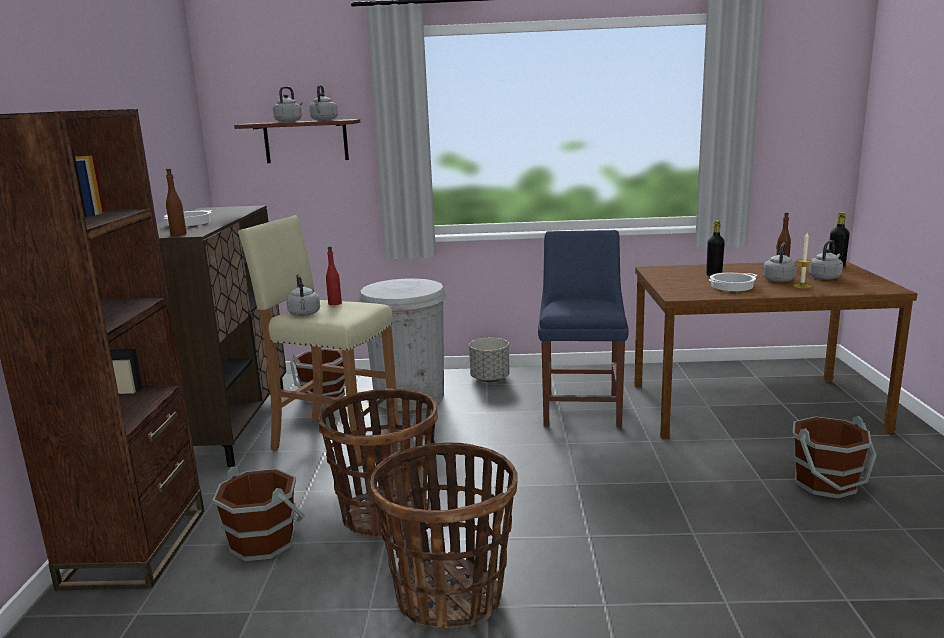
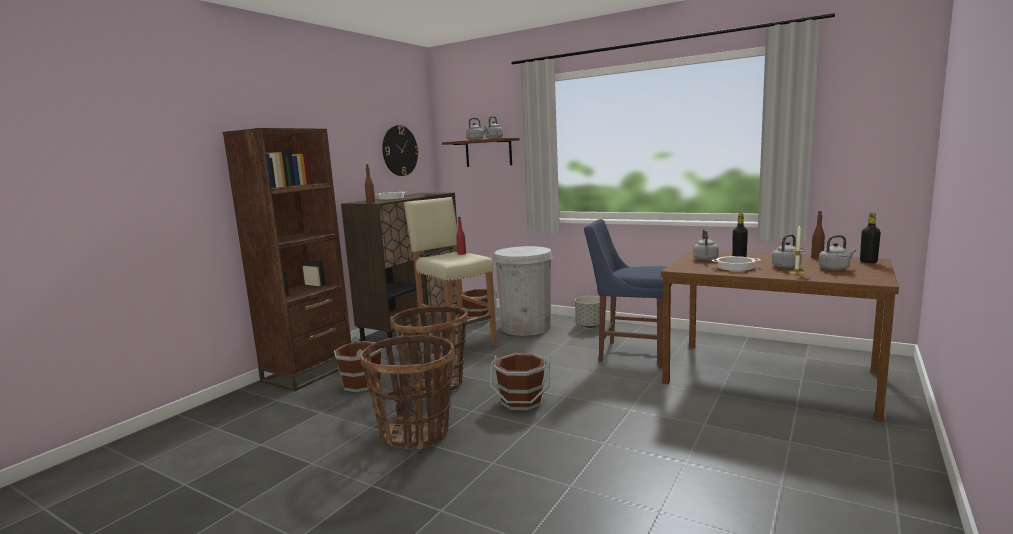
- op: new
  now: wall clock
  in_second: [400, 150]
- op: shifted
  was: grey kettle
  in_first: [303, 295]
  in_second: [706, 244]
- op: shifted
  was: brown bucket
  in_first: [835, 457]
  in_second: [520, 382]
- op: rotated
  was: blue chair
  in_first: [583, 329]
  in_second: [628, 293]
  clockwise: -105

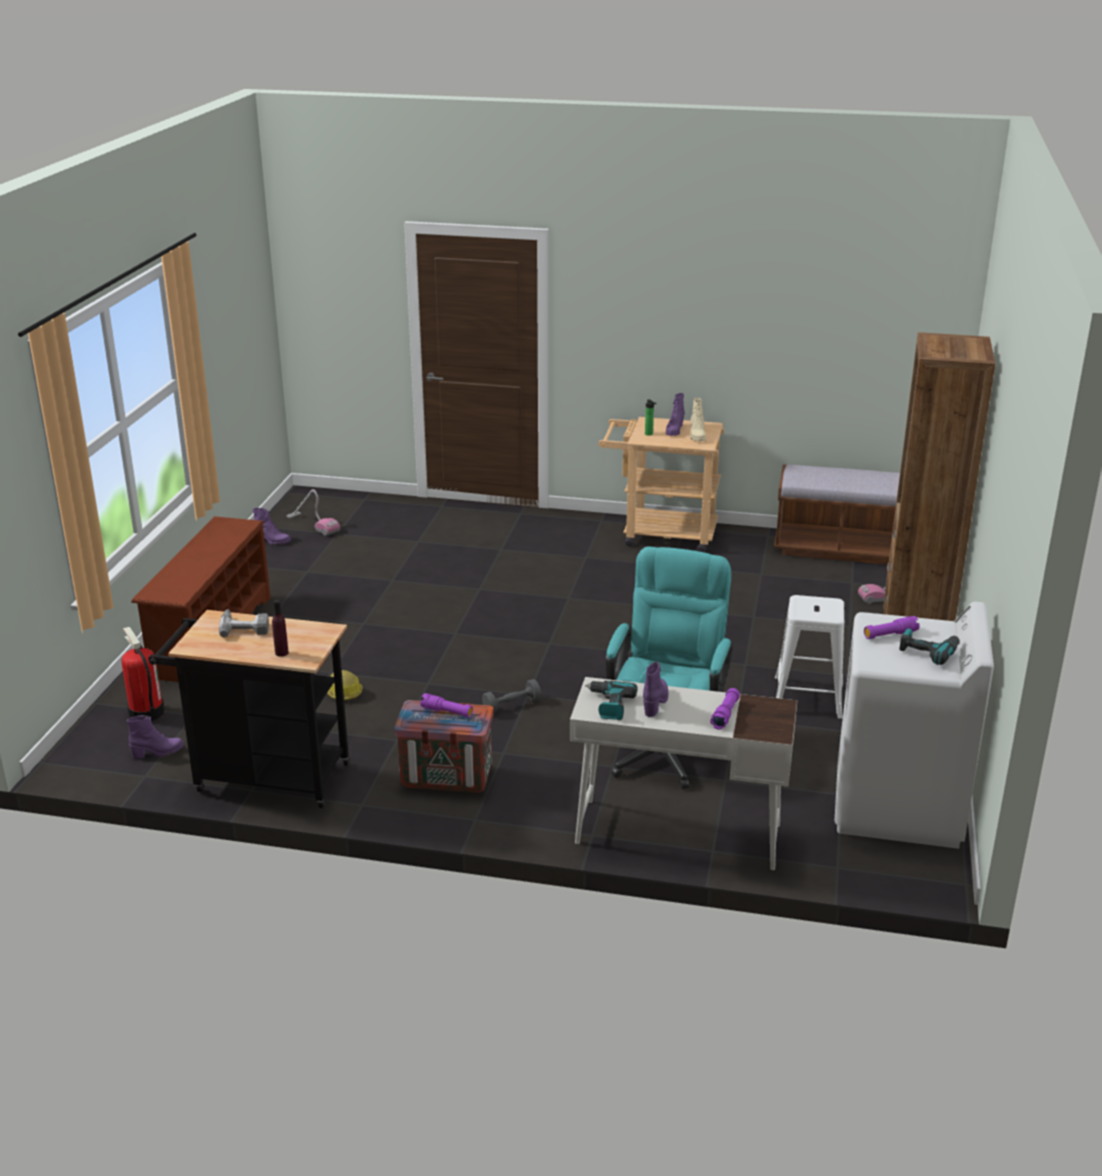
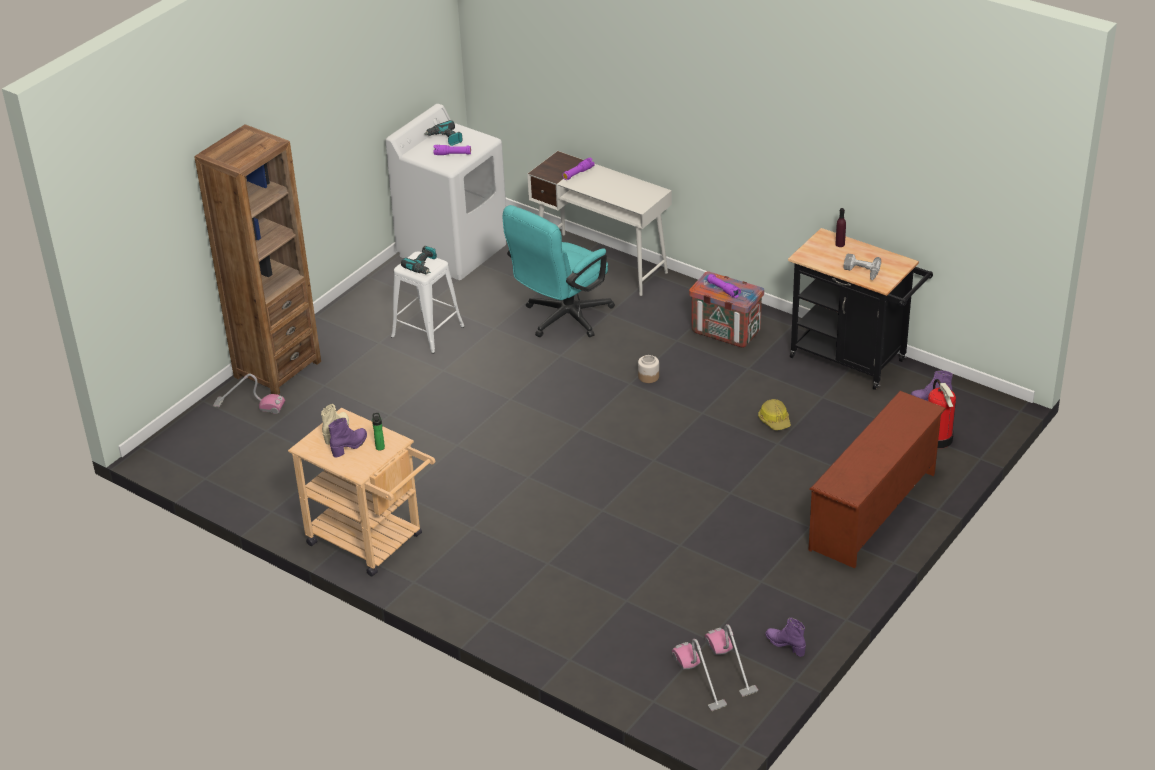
- op: gone
  was: purple boot
  in_first: [655, 689]
- op: gone
  was: brown bench
  in_first: [837, 515]
- op: new
  now: vacuum cleaner
  in_second: [699, 675]
- op: shifted
  was: power drill
  in_first: [611, 700]
  in_second: [419, 260]
- op: swapped
  was: grey dumbbell
  now: jar
  in_first: [511, 696]
  in_second: [648, 369]

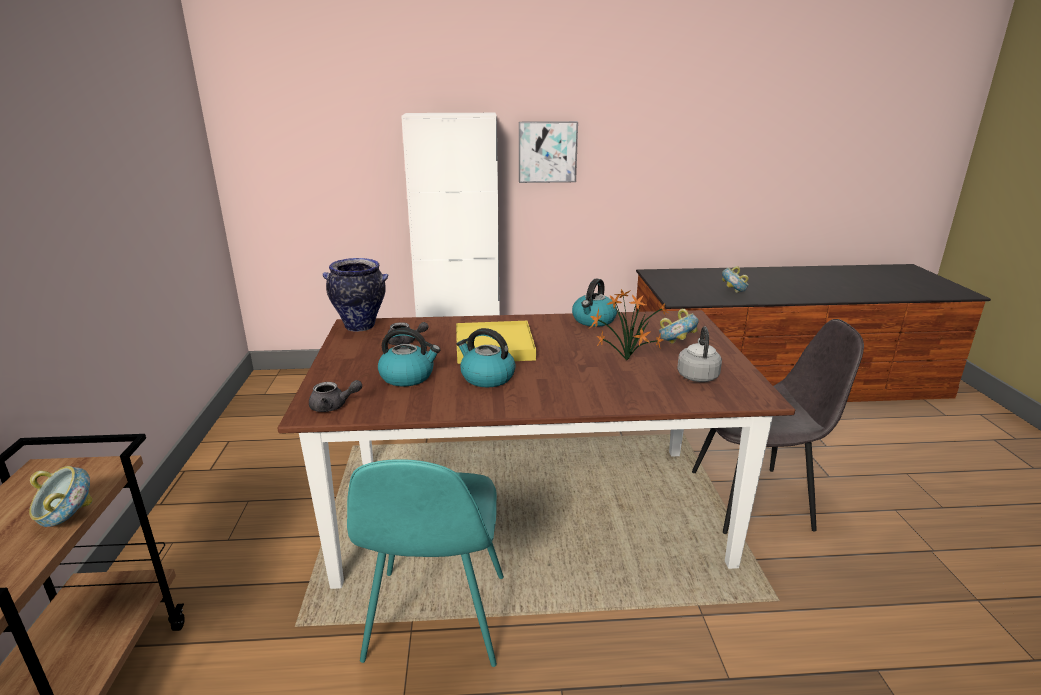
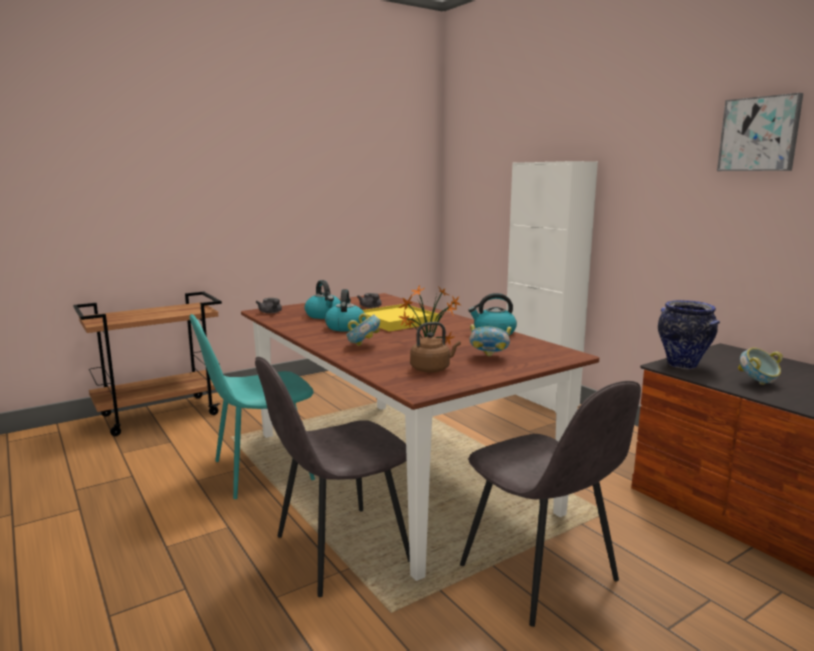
- op: new
  now: grey chair
  in_second: [332, 477]
- op: shifted
  was: bowl
  in_first: [61, 496]
  in_second: [363, 329]
- op: shifted
  was: vase
  in_first: [355, 295]
  in_second: [689, 334]
- op: shifted
  was: picture
  in_first: [548, 152]
  in_second: [760, 132]
- op: repainted
  was: grey kettle
  now: brown kettle
  in_first: [699, 354]
  in_second: [435, 347]

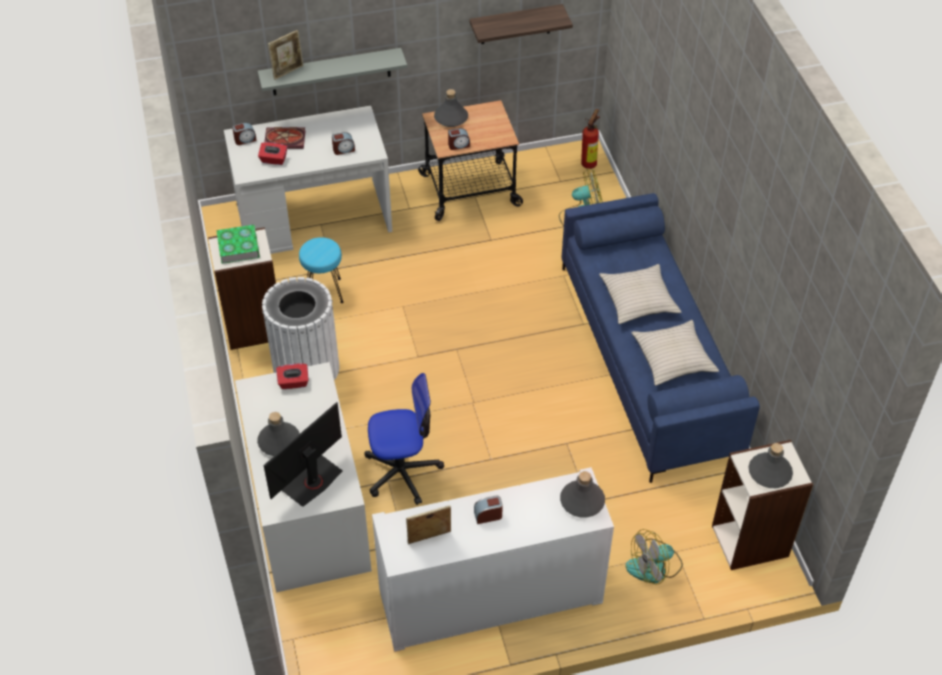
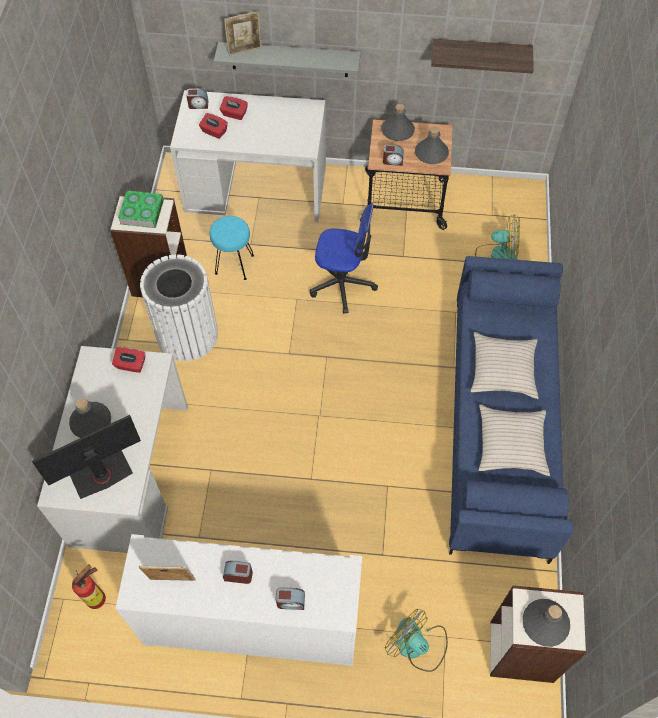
- op: shifted
  was: alarm clock
  in_first: [343, 143]
  in_second: [290, 598]
- op: shifted
  was: office chair
  in_first: [404, 439]
  in_second: [344, 259]
- op: shifted
  was: grey bottle
  in_first: [582, 494]
  in_second: [432, 145]
- op: shifted
  was: fire extinguisher
  in_first: [590, 139]
  in_second: [89, 586]
- op: swapped
  was: book
  now: red tissue box
  in_first: [285, 138]
  in_second: [233, 108]
- op: rotated
  was: fan
  in_first: [654, 557]
  in_second: [416, 640]
  clockwise: 45

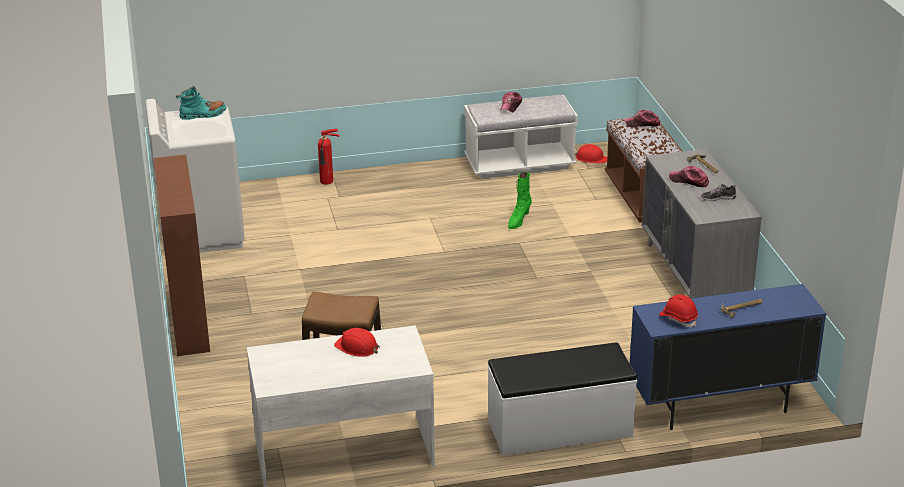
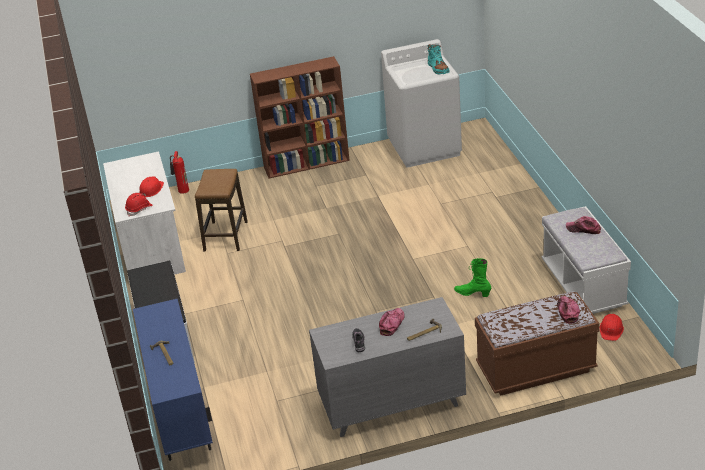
- op: shifted
  was: fire extinguisher
  in_first: [328, 157]
  in_second: [179, 172]
- op: shifted
  was: red hard hat
  in_first: [678, 310]
  in_second: [139, 205]

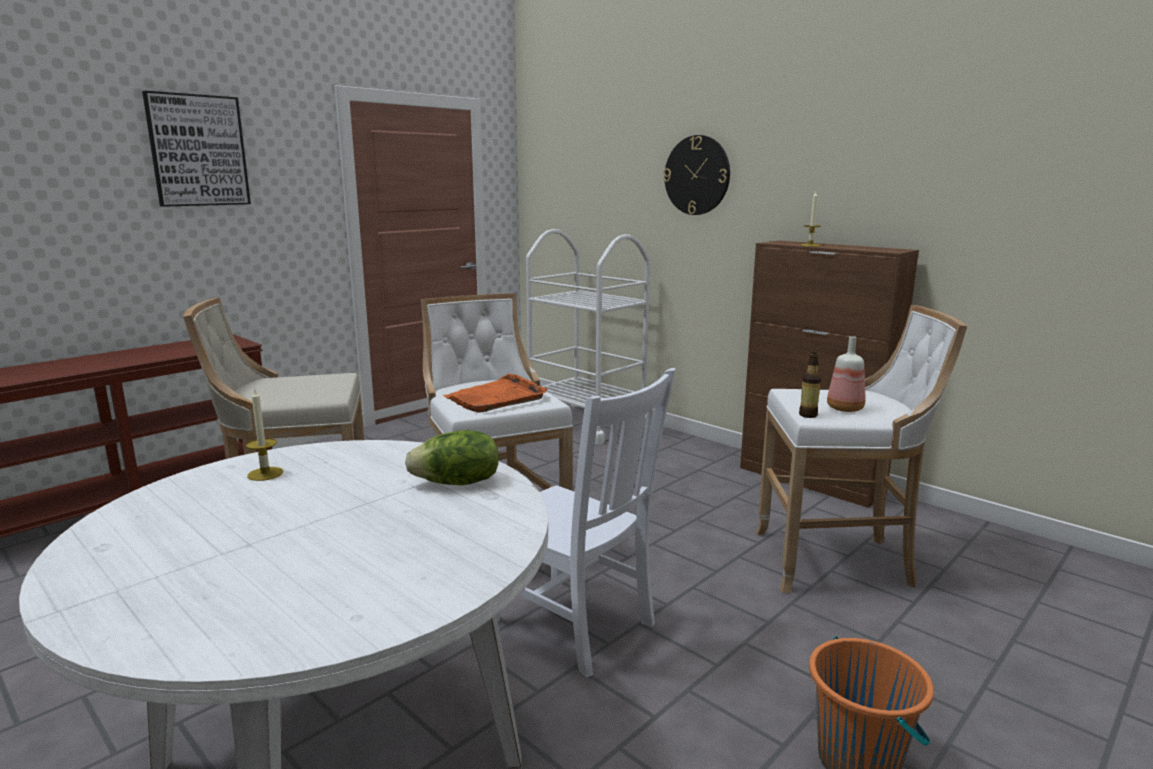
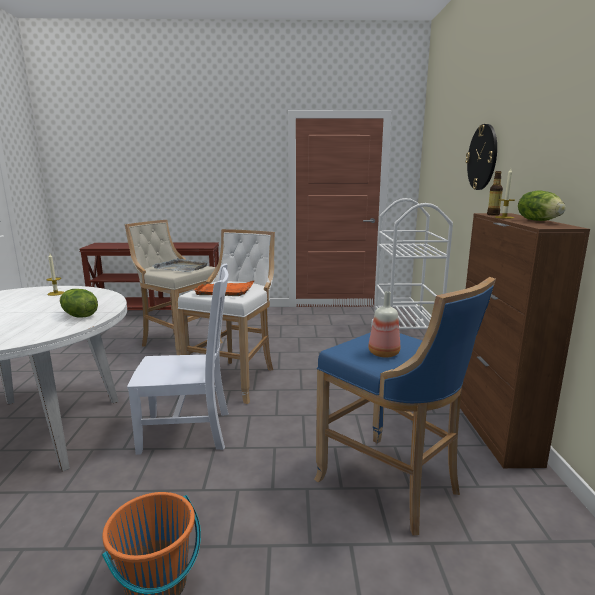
- op: gone
  was: picture
  in_first: [196, 149]
- op: new
  now: grey tray
  in_second: [180, 265]
- op: new
  now: lettuce
  in_second: [542, 205]
- op: shifted
  was: bottle
  in_first: [810, 385]
  in_second: [495, 193]
- op: repainted
  was: white stool
  now: blue stool
  in_first: [861, 449]
  in_second: [405, 406]
- op: rotated
  was: white chair
  in_first: [586, 523]
  in_second: [178, 359]
  clockwise: -90

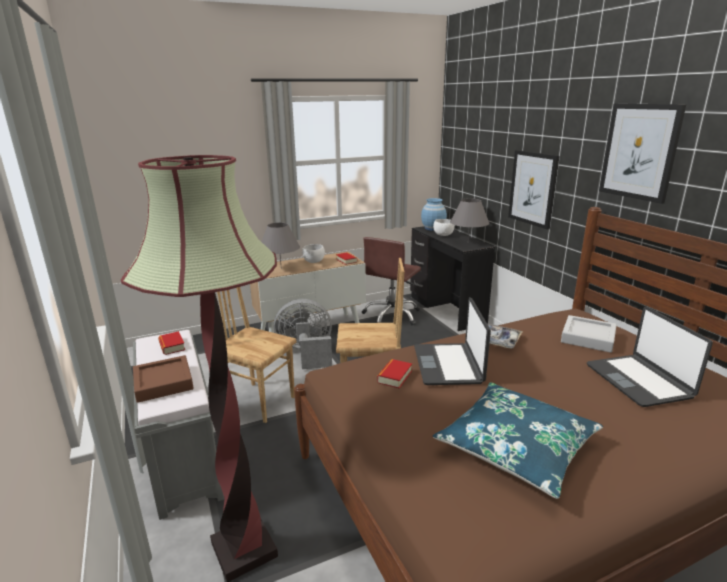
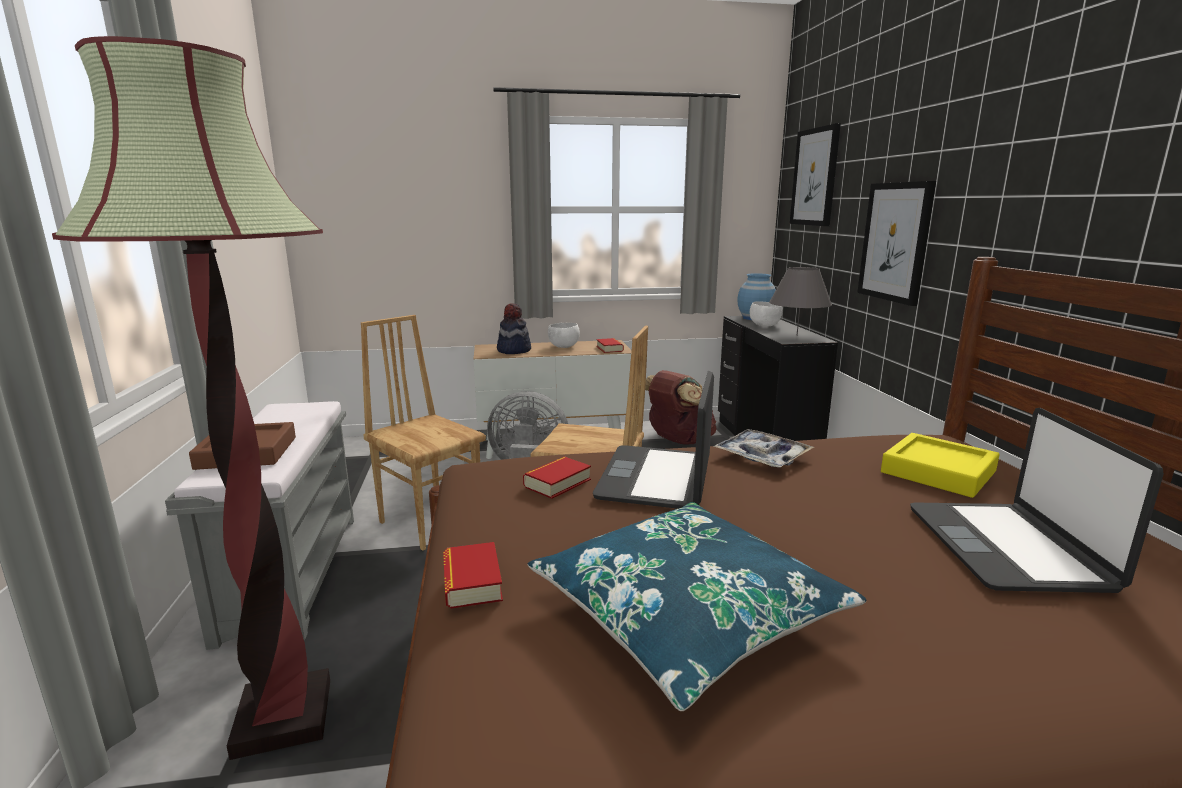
- op: shifted
  was: book
  in_first: [171, 343]
  in_second: [473, 575]
- op: shifted
  was: picture
  in_first: [642, 154]
  in_second: [815, 174]
- op: swapped
  was: grey table lamp
  now: hat
  in_first: [281, 245]
  in_second: [514, 328]
- op: swapped
  was: brown office chair
  now: brown backpack
  in_first: [391, 281]
  in_second: [678, 407]
- op: repainted
  was: grey tray
  now: yellow tray
  in_first: [589, 334]
  in_second: [940, 465]

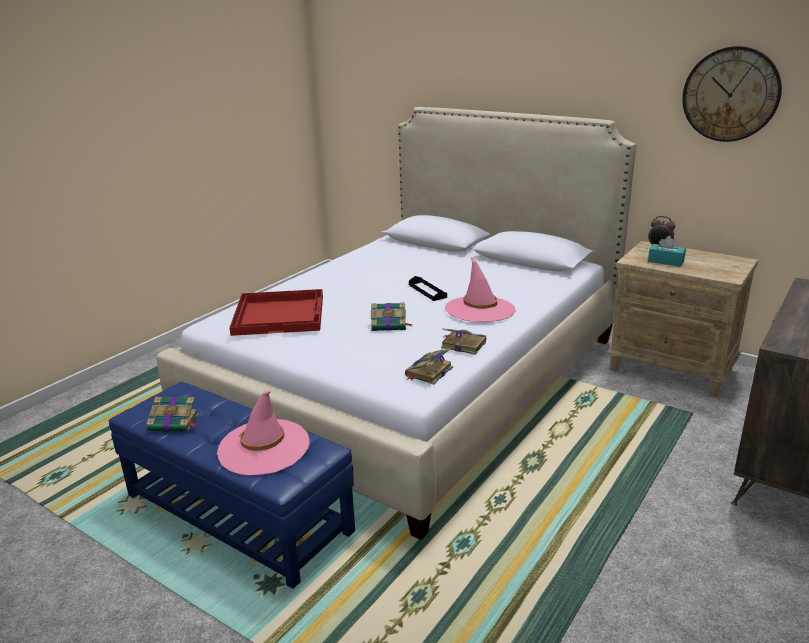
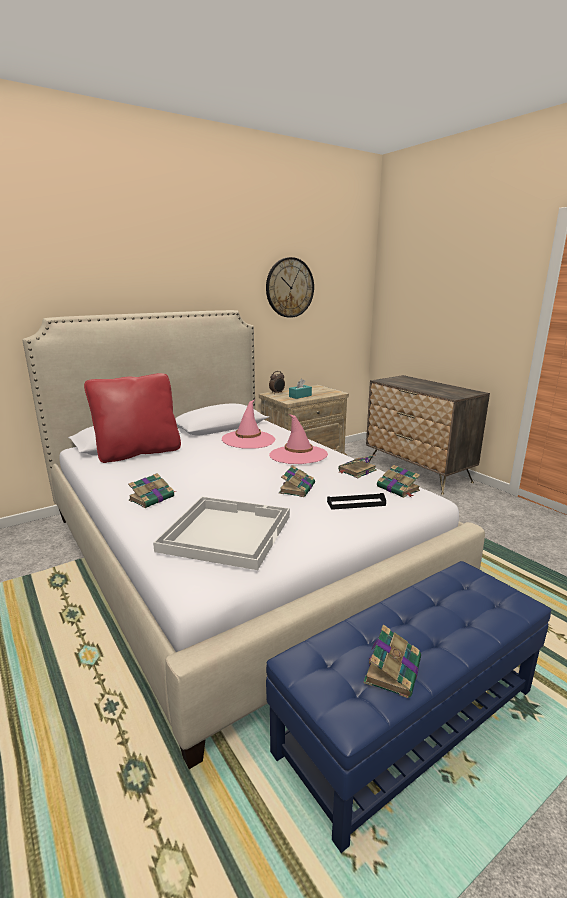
- op: new
  now: red pillow
  in_second: [132, 418]
- op: new
  now: book
  in_second: [152, 490]
- op: shifted
  was: pink hat
  in_first: [263, 433]
  in_second: [248, 424]
- op: shifted
  was: black tray
  in_first: [428, 288]
  in_second: [356, 501]
- op: repainted
  was: red tray
  now: white tray
  in_first: [276, 312]
  in_second: [221, 533]

